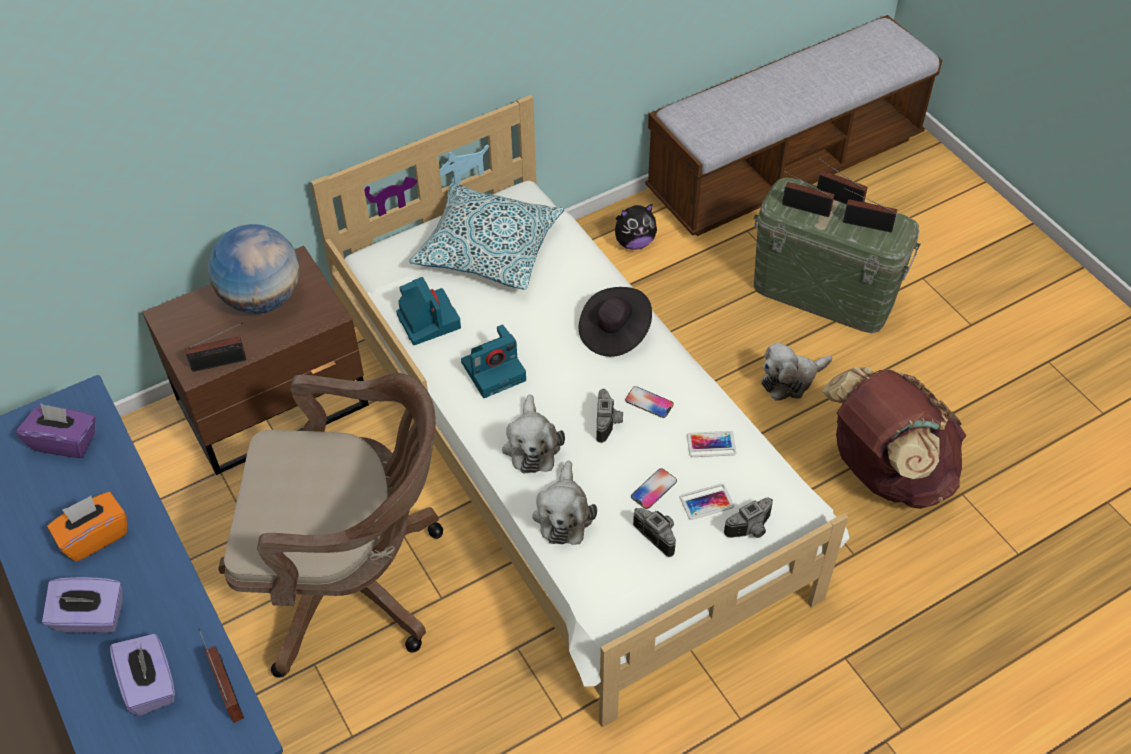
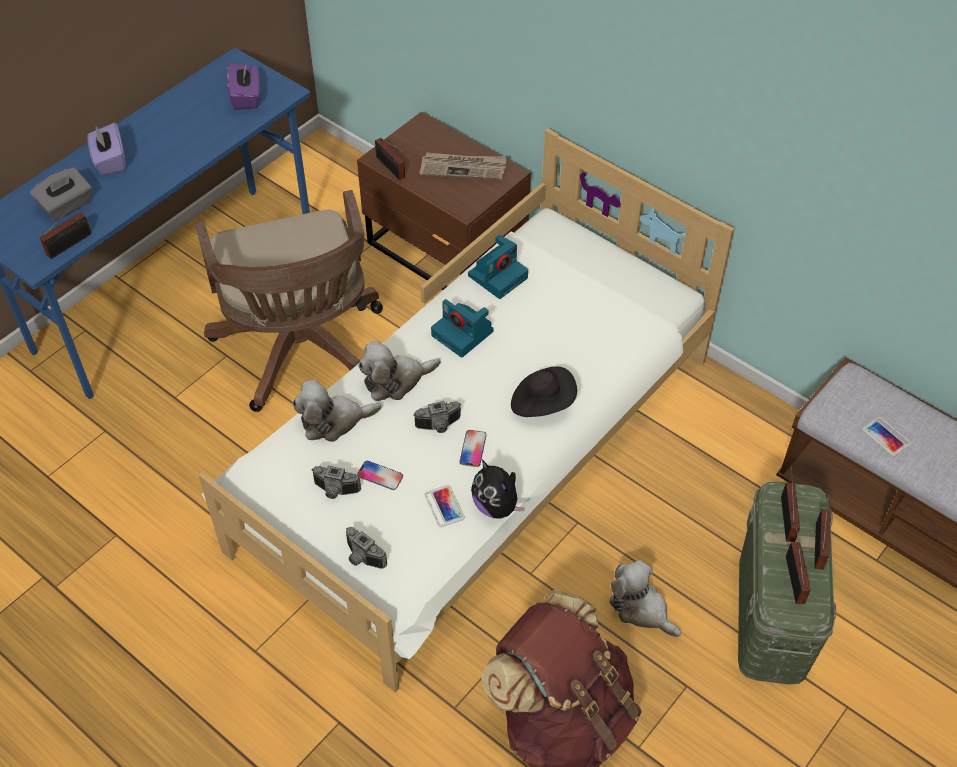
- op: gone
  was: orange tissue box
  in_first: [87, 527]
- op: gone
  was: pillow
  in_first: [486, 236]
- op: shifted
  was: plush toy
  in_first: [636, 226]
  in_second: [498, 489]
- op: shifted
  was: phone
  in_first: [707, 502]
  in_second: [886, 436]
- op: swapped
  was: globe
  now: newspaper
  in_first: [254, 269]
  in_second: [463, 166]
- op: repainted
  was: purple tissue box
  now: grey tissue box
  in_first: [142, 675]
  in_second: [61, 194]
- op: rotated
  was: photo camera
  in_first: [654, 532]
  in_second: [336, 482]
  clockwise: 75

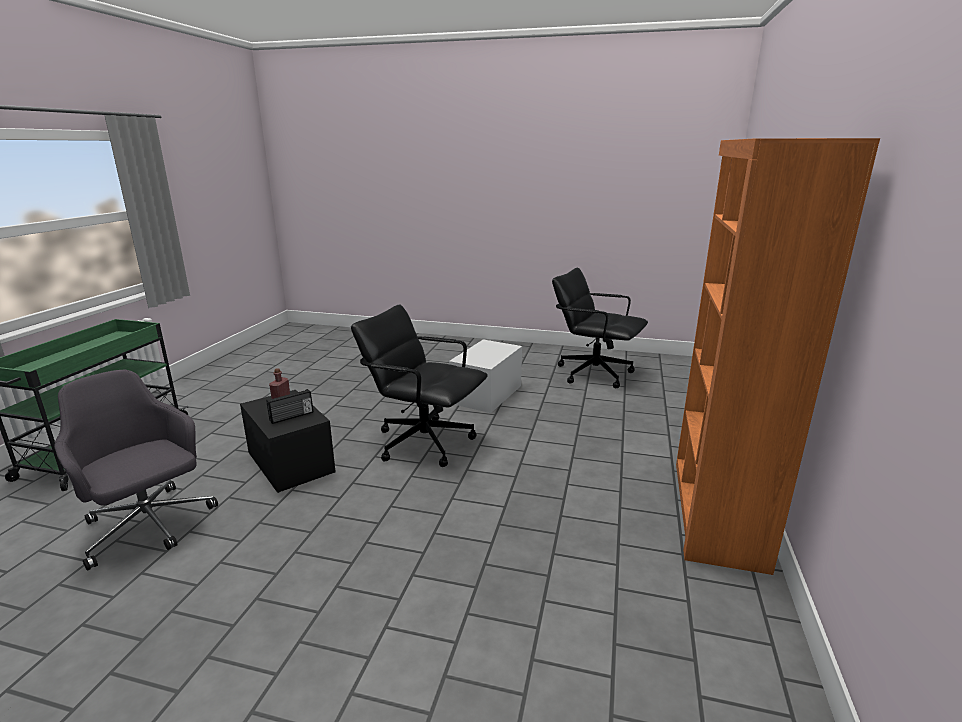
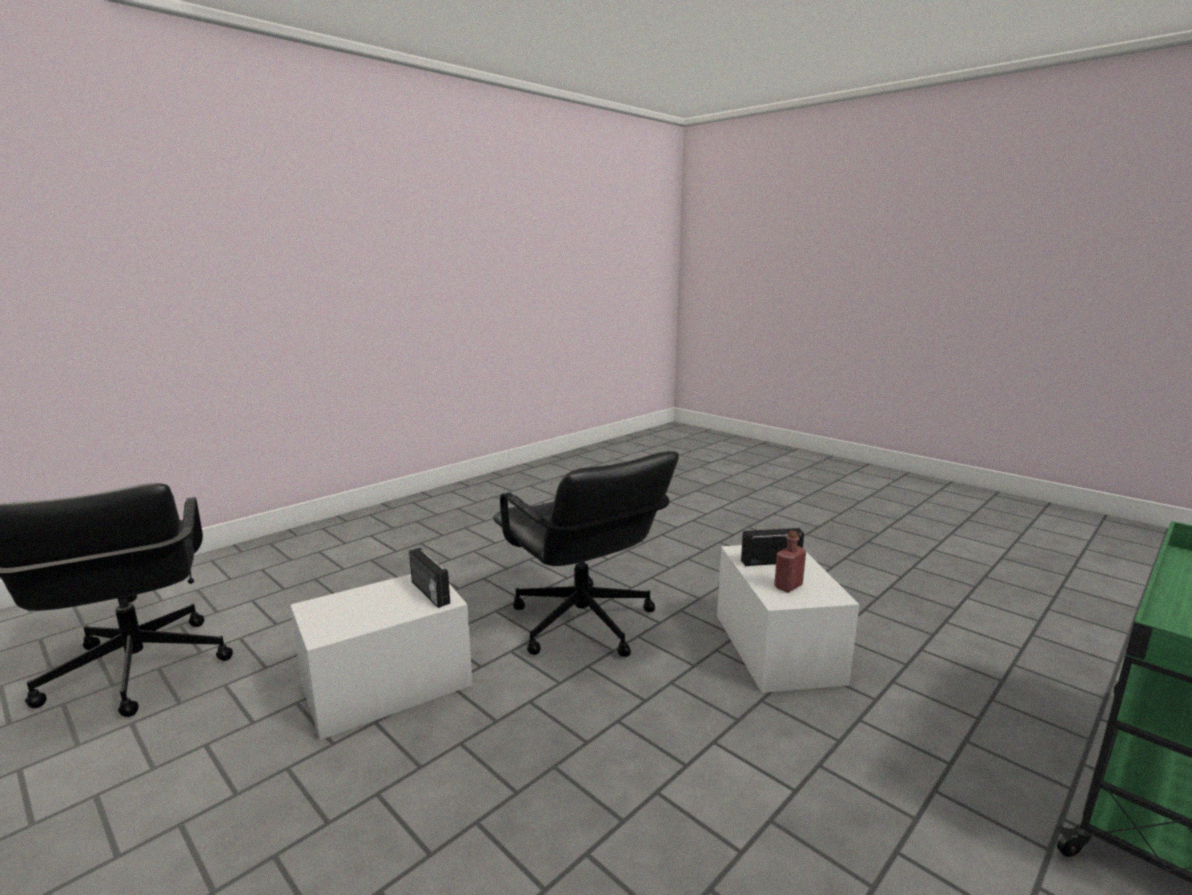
- op: gone
  was: grey office chair
  in_first: [136, 470]
- op: gone
  was: orange bookcase
  in_first: [778, 356]
- op: new
  now: radio
  in_second: [429, 578]
- op: repainted
  was: black storage box
  now: white storage box
  in_first: [288, 441]
  in_second: [788, 619]

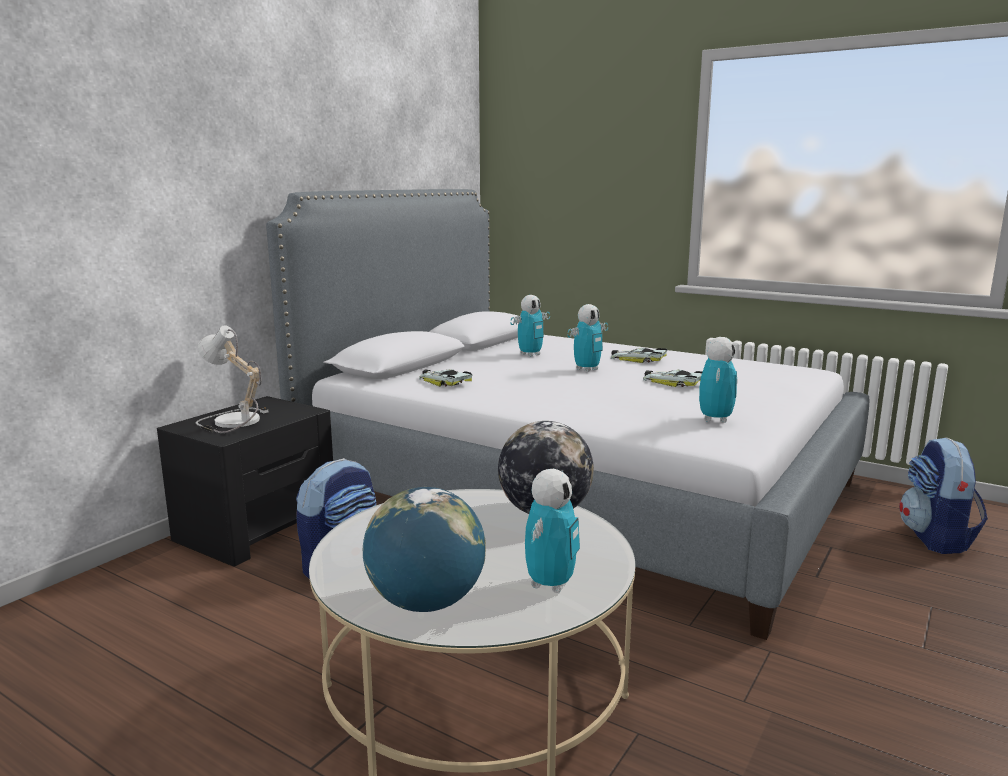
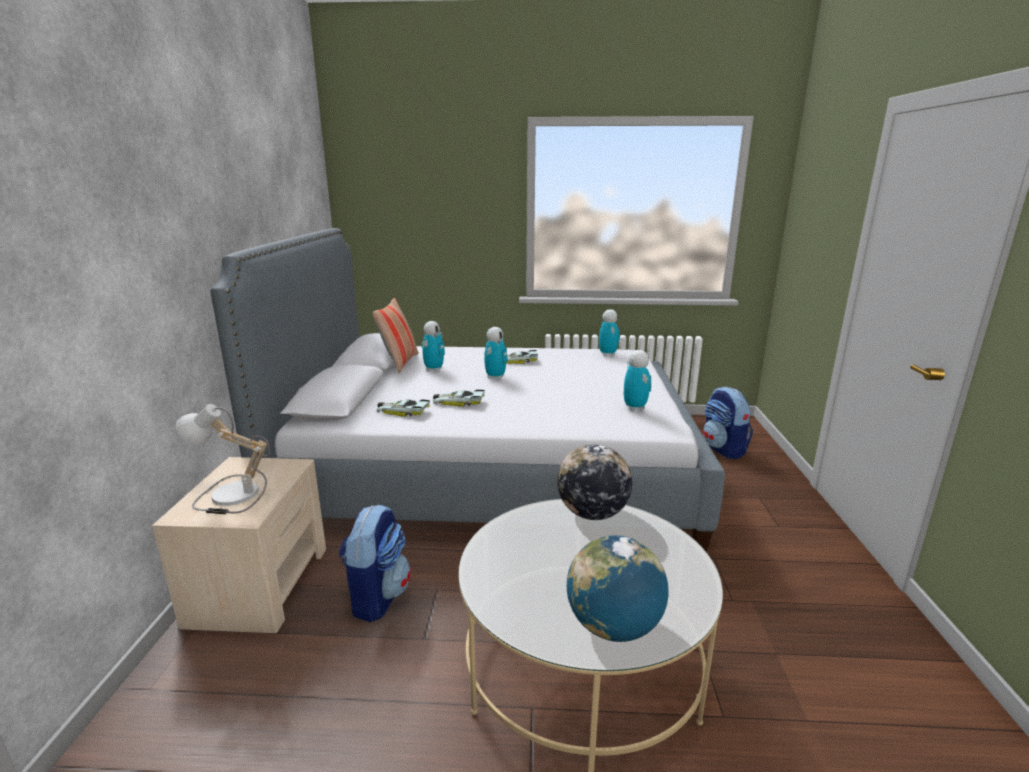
- op: new
  now: pillow
  in_second: [395, 335]
- op: shifted
  was: toy robot
  in_first: [552, 531]
  in_second: [609, 332]
- op: shifted
  was: toy car
  in_first: [672, 378]
  in_second: [459, 398]
- op: repainted
  was: black nightstand
  now: beige nightstand
  in_first: [245, 481]
  in_second: [239, 545]

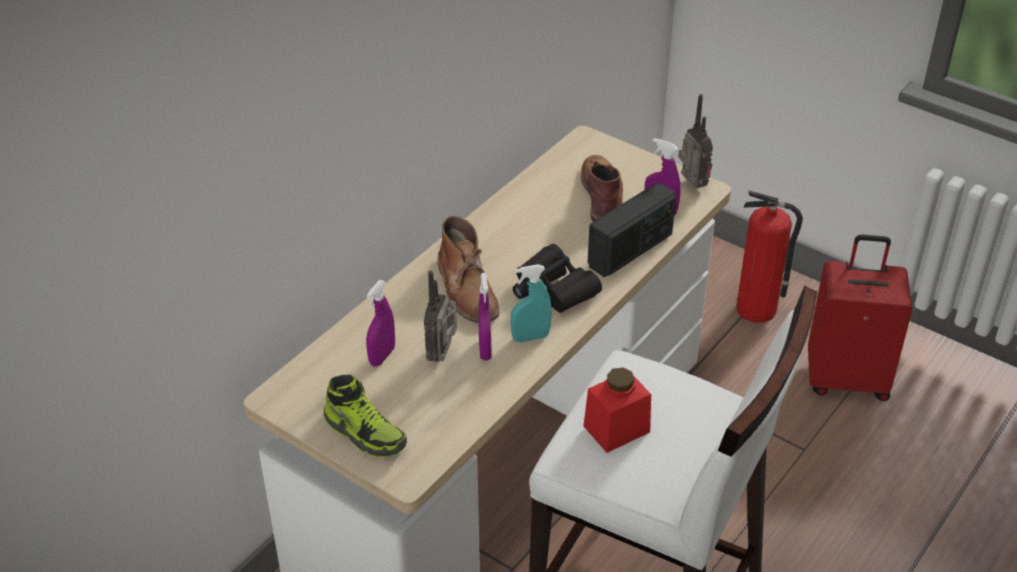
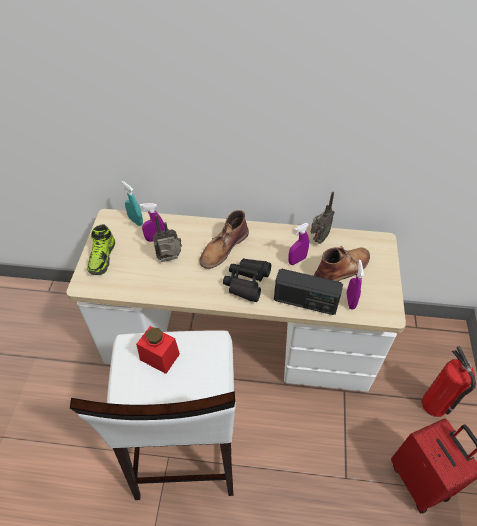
- op: shifted
  was: purple spray bottle
  in_first: [485, 316]
  in_second: [298, 244]
- op: shifted
  was: turquoise spray bottle
  in_first: [531, 303]
  in_second: [132, 203]
- op: shifted
  was: radio
  in_first: [695, 141]
  in_second: [322, 218]

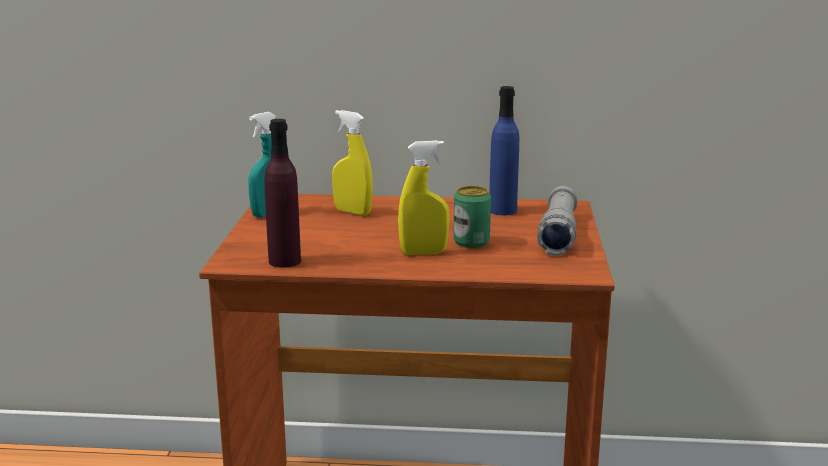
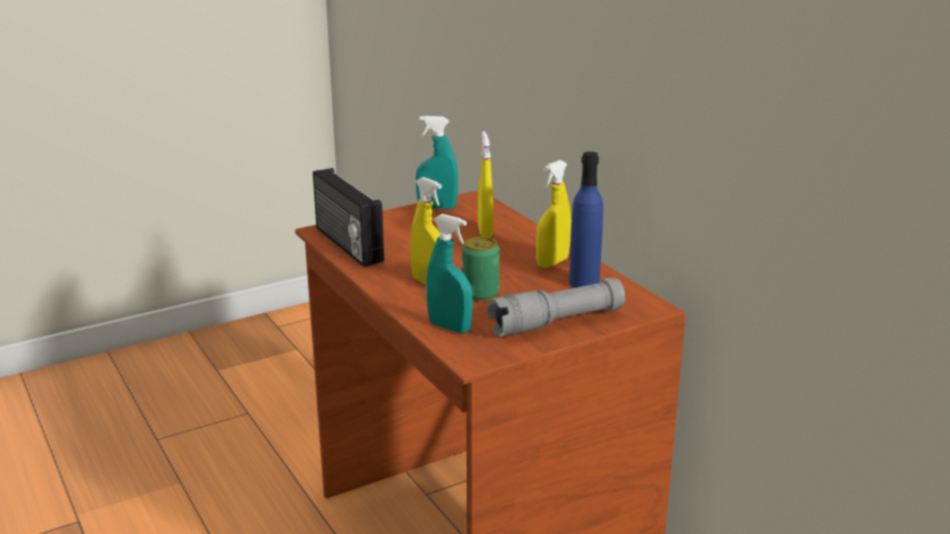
- op: new
  now: turquoise spray bottle
  in_second: [449, 273]
- op: new
  now: yellow spray bottle
  in_second: [553, 214]
- op: swapped
  was: purple bottle
  now: radio
  in_first: [282, 193]
  in_second: [348, 217]

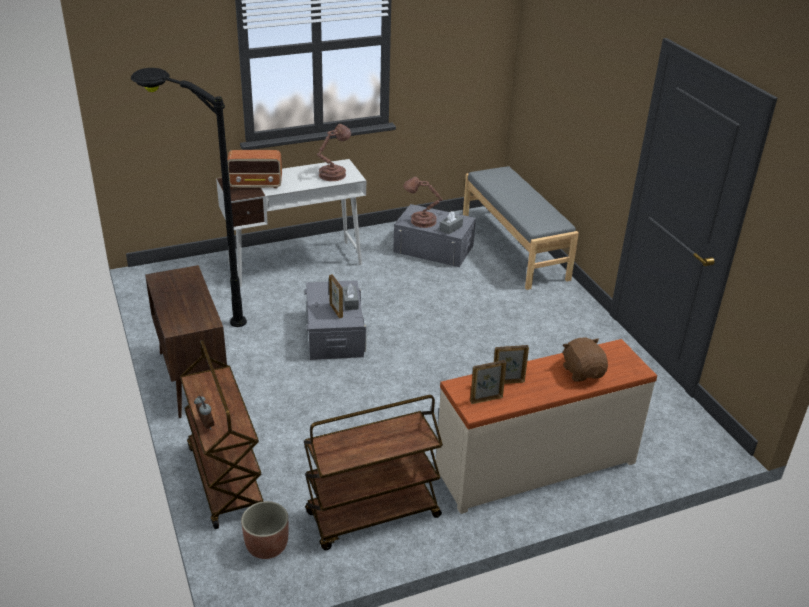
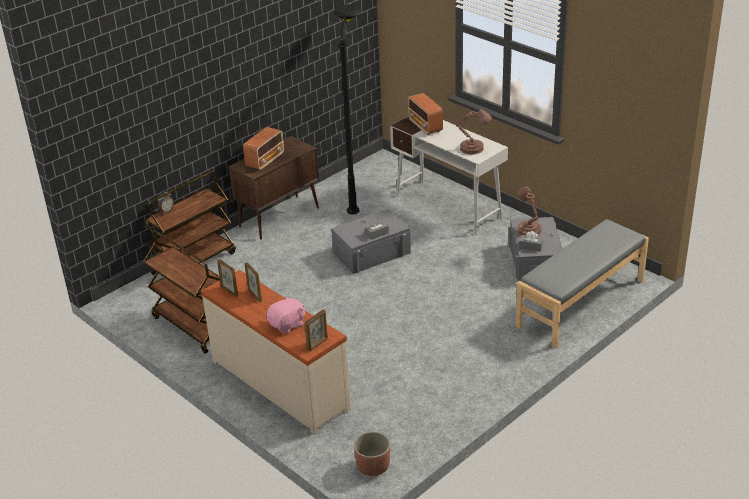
- op: new
  now: radio
  in_second: [263, 148]
- op: shifted
  was: planter
  in_first: [264, 530]
  in_second: [372, 454]
- op: shifted
  was: picture frame
  in_first: [336, 296]
  in_second: [316, 330]
- op: repainted
  was: brown plush toy
  now: pink plush toy
  in_first: [585, 360]
  in_second: [286, 315]

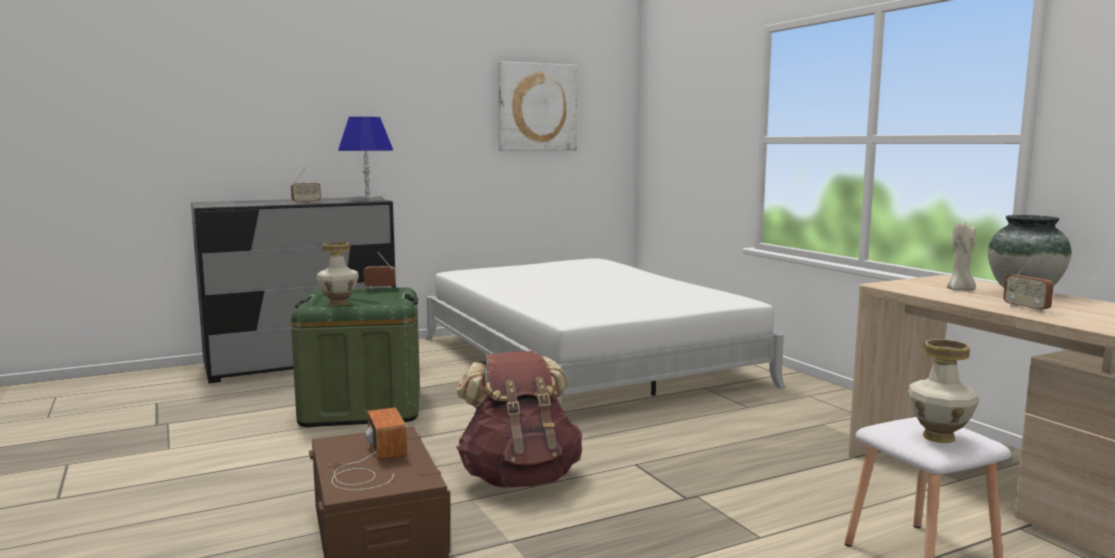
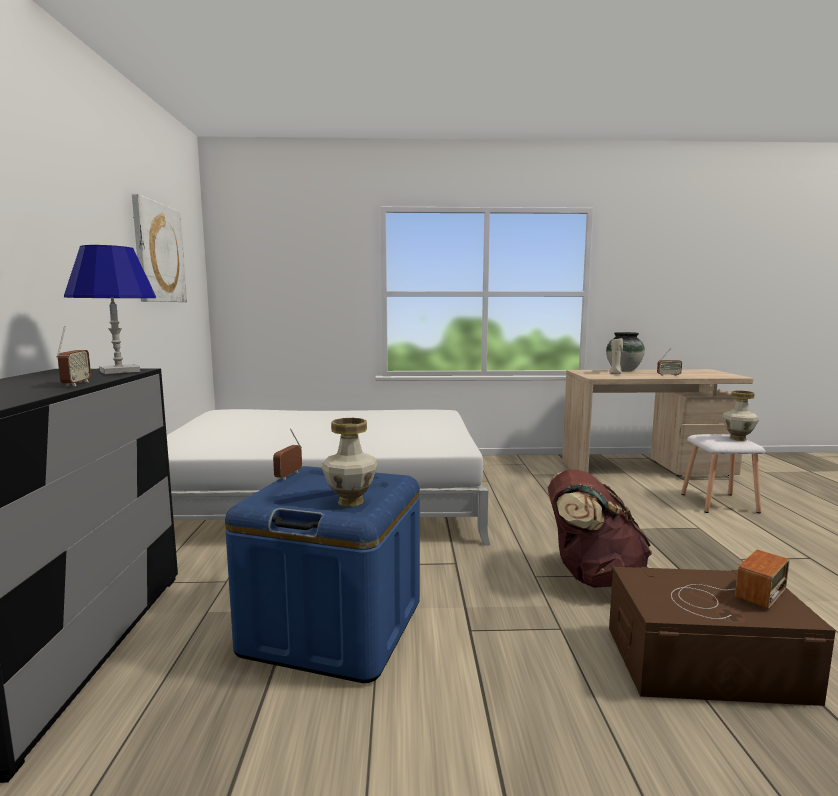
- op: repainted
  was: green storage box
  now: blue storage box
  in_first: [355, 357]
  in_second: [322, 574]
- op: rotated
  was: radio
  in_first: [369, 449]
  in_second: [730, 584]
  clockwise: 135

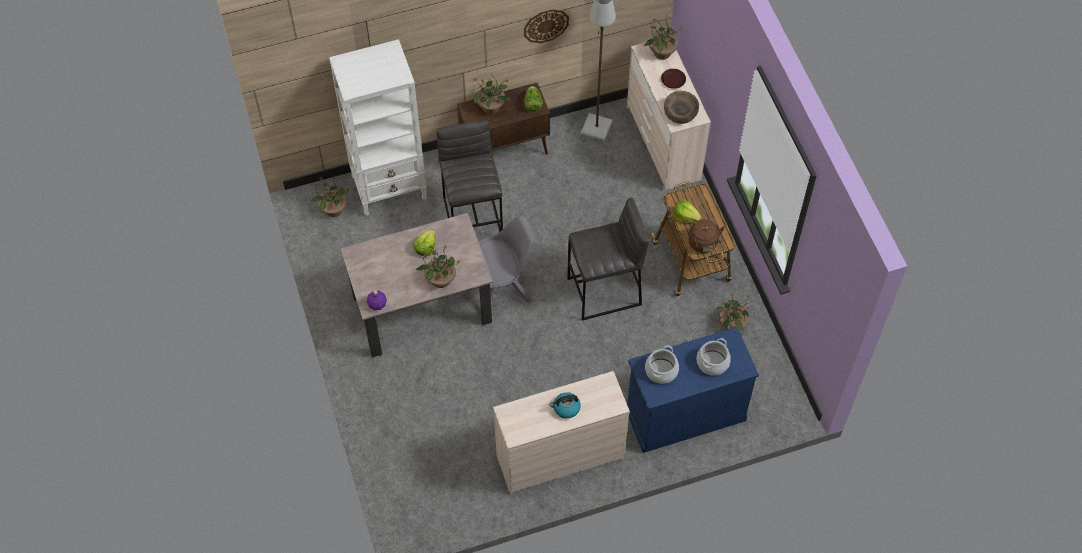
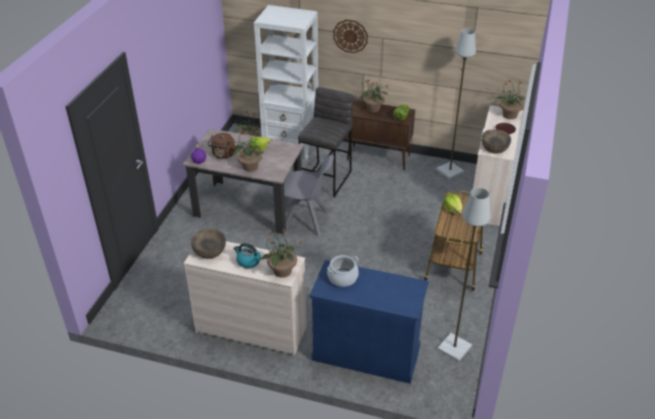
- op: gone
  was: grey stool
  in_first: [608, 259]
- op: gone
  was: cooking pot
  in_first: [714, 357]
- op: new
  now: brown bowl
  in_second: [208, 244]
- op: new
  now: grey floor lamp
  in_second: [463, 275]
- op: shifted
  was: wall clock
  in_first: [546, 26]
  in_second: [350, 36]
- op: shifted
  was: brown kettle
  in_first: [706, 236]
  in_second: [223, 146]
- op: shifted
  was: potted plant
  in_first: [733, 312]
  in_second: [280, 253]

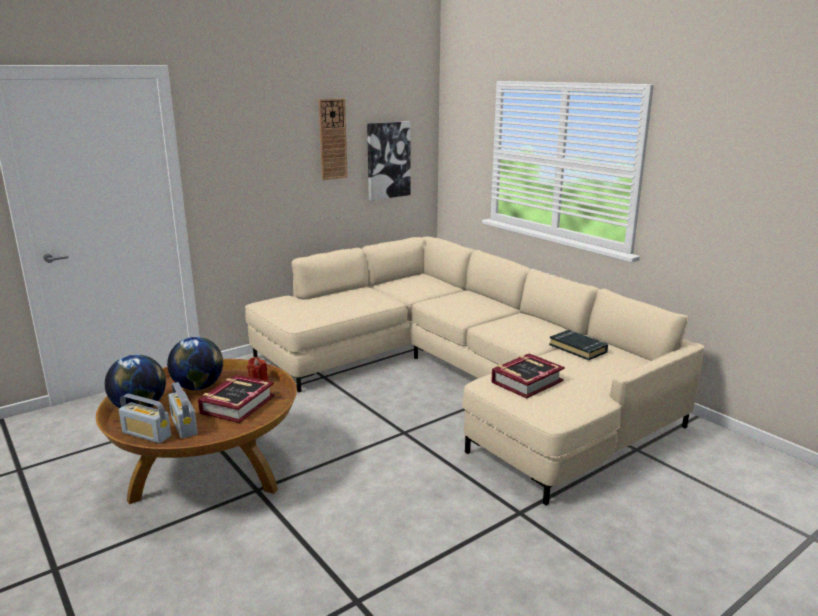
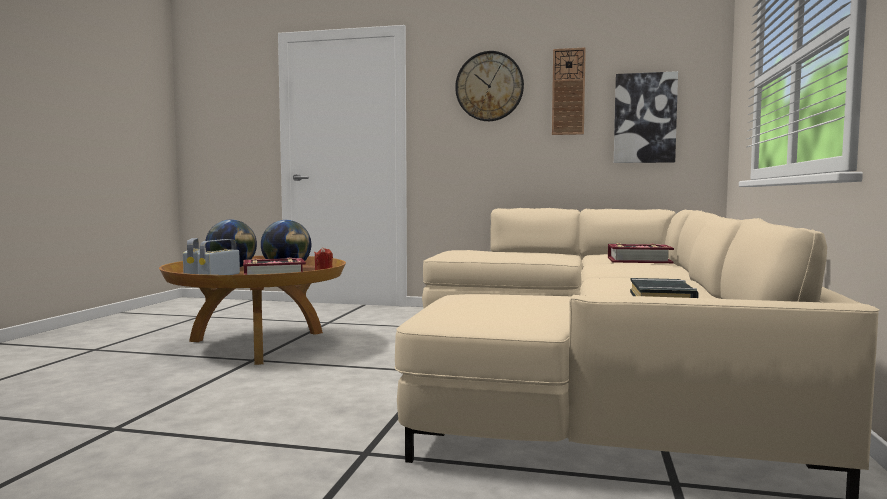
- op: new
  now: wall clock
  in_second: [489, 86]
- op: shifted
  was: book
  in_first: [528, 375]
  in_second: [641, 253]

